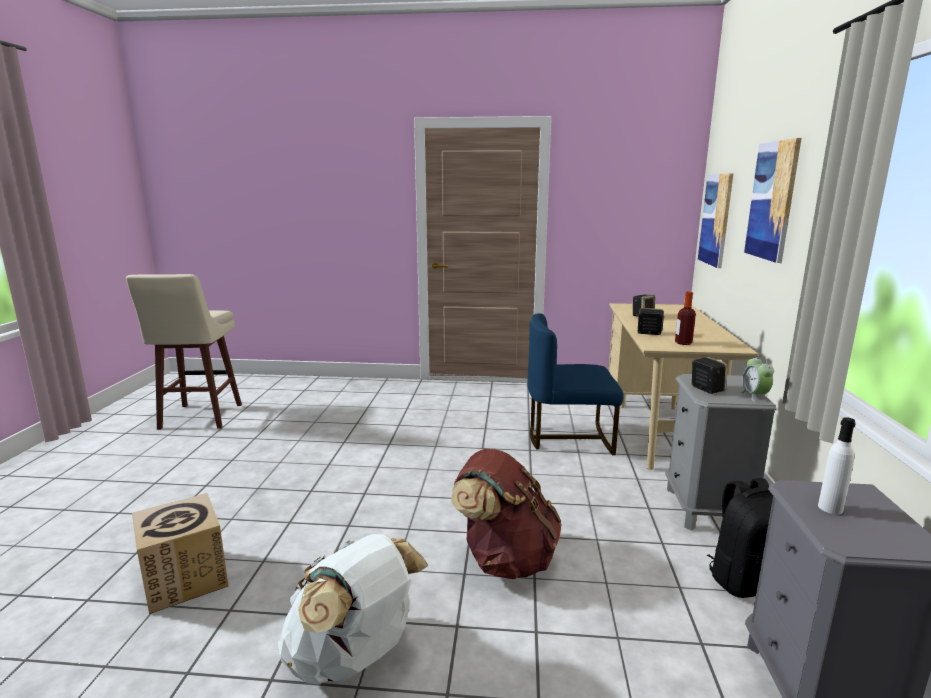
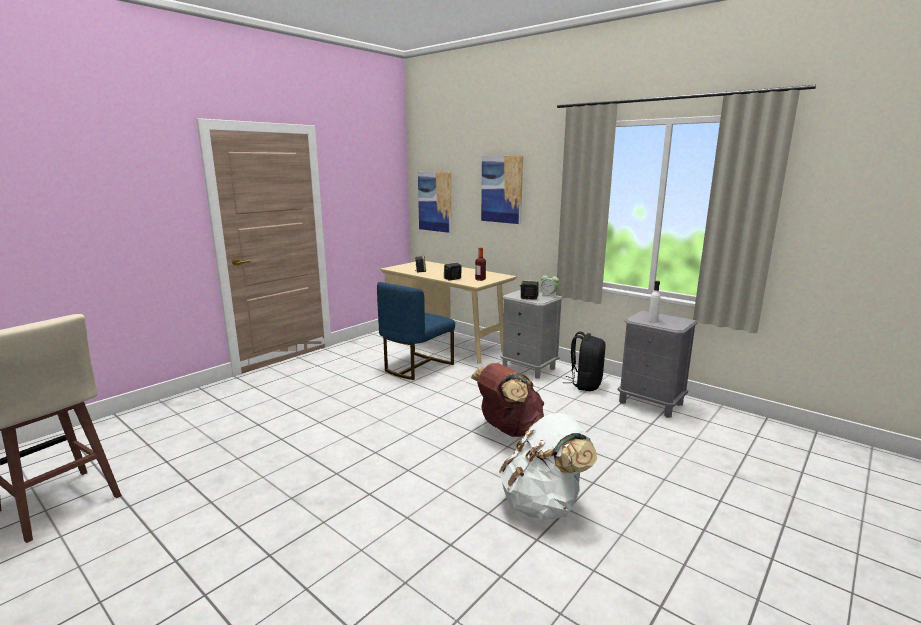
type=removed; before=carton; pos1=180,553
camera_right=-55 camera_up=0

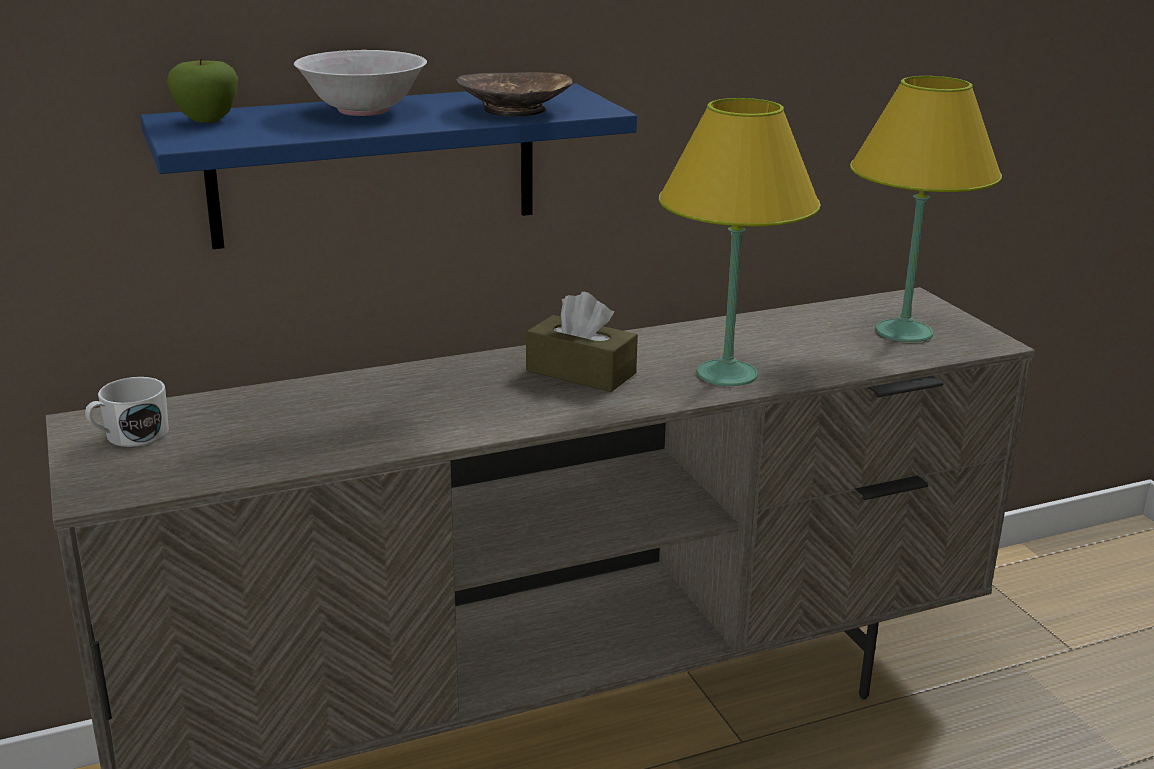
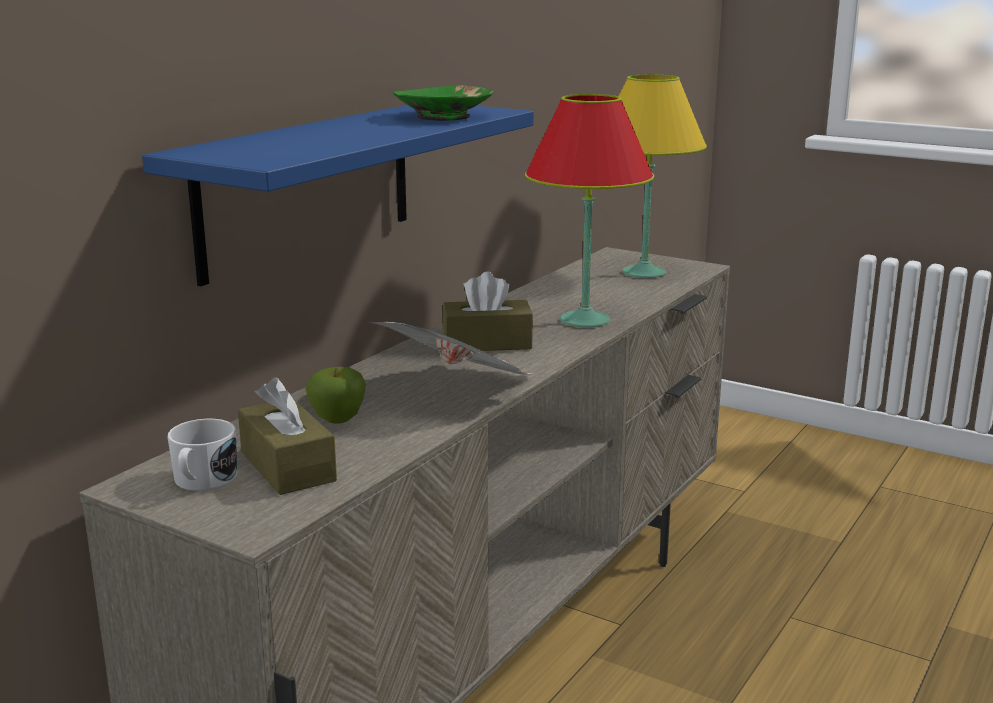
type=removed; before=whitish deep dish; pos1=360,83
type=added; after=brownish tissue box; pos2=287,436
type=added; after=printed paper; pos2=452,348
type=moved; before=apple; pos1=202,90; pos2=335,395
type=recoloured; before=brownish deep dish; after=green-coloured deep dish; pos1=514,94; pos2=443,103
type=recoloured; before=yellow-coloured lamp for a table; after=red-coloured lamp for a table; pos1=740,242; pos2=589,211
camera_right=-35 camera_up=-5

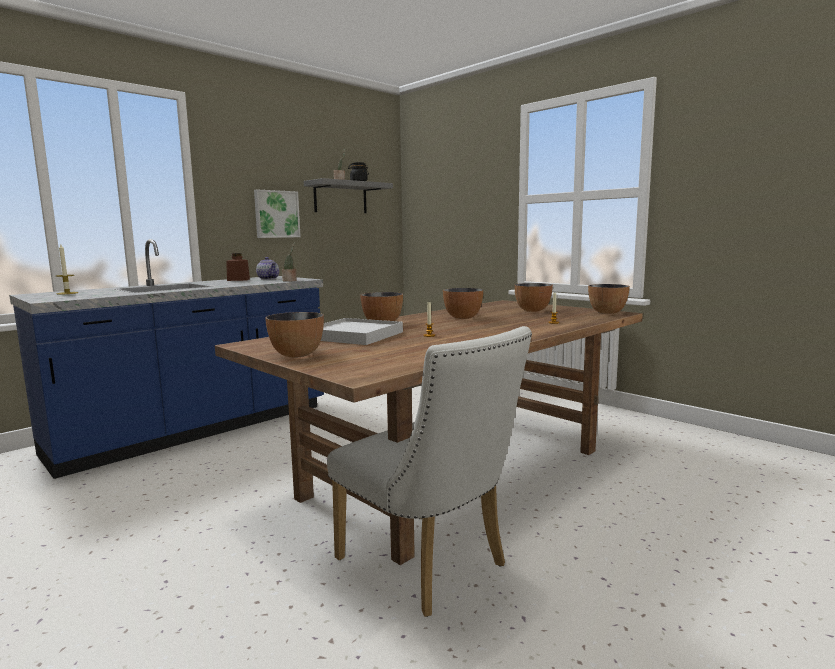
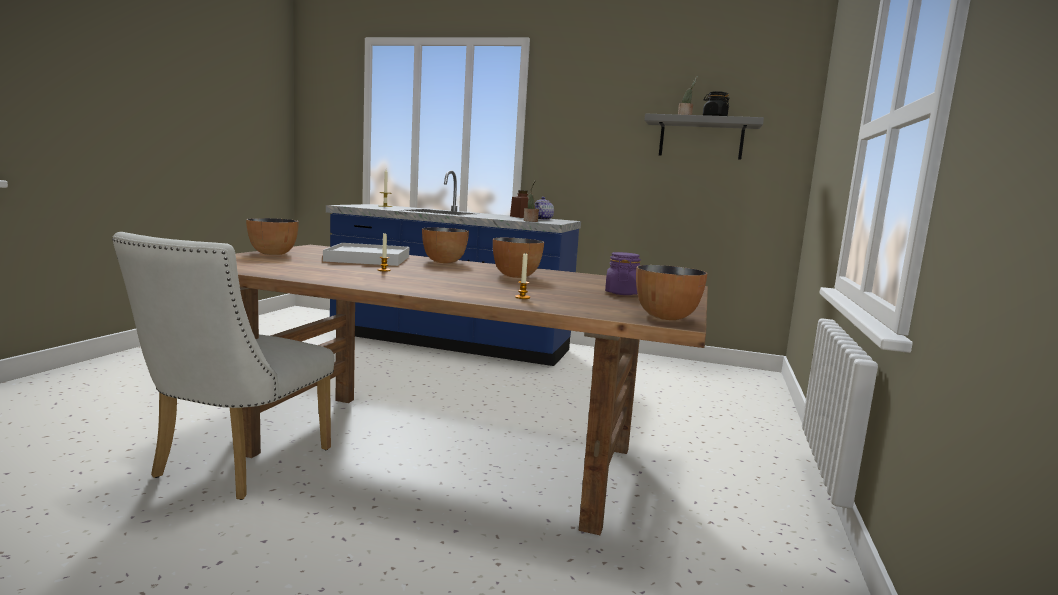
type=removed; before=wall art; pos1=277,214
type=replaced; before=deep dish; after=purple-coloured jar; pos1=533,297; pos2=623,273
camera_right=60 camera_up=0

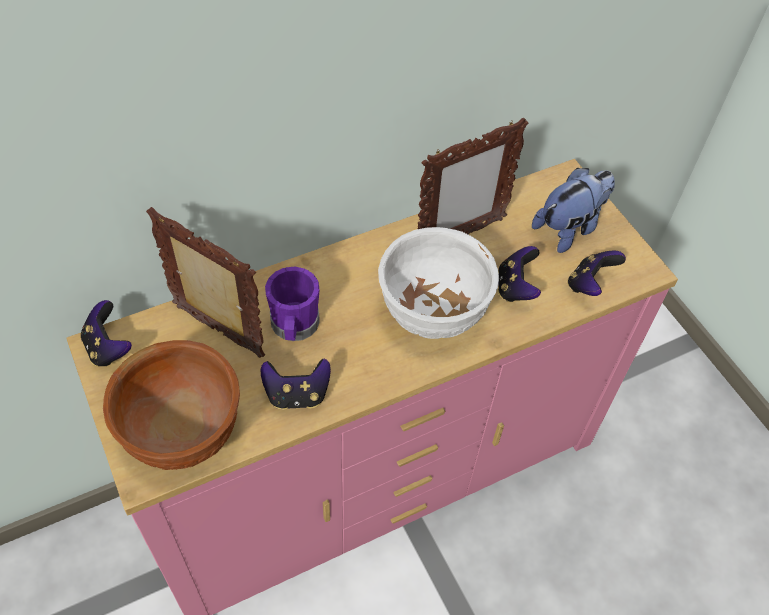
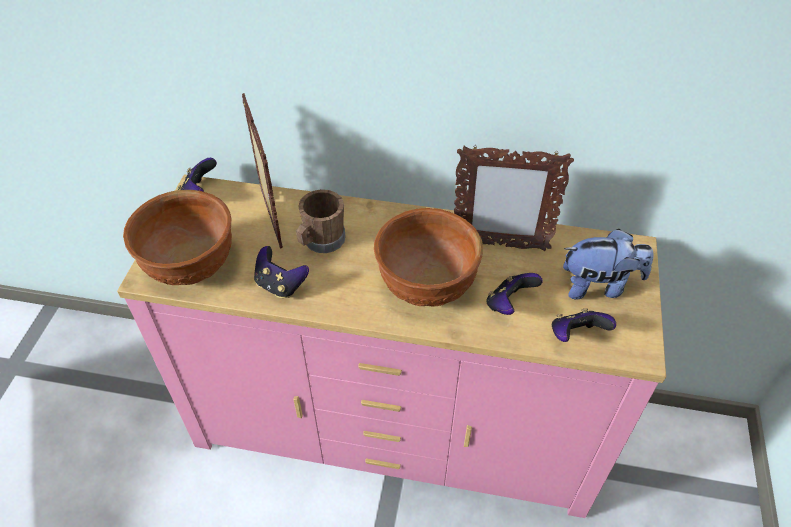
type=recoloured; before=purple-coloured coffee mug; after=brownish coffee mug; pos1=292,304; pos2=320,221
type=recoloured; before=whitish deep dish; after=brownish deep dish; pos1=438,283; pos2=428,257
camera_right=40 camera_up=-5

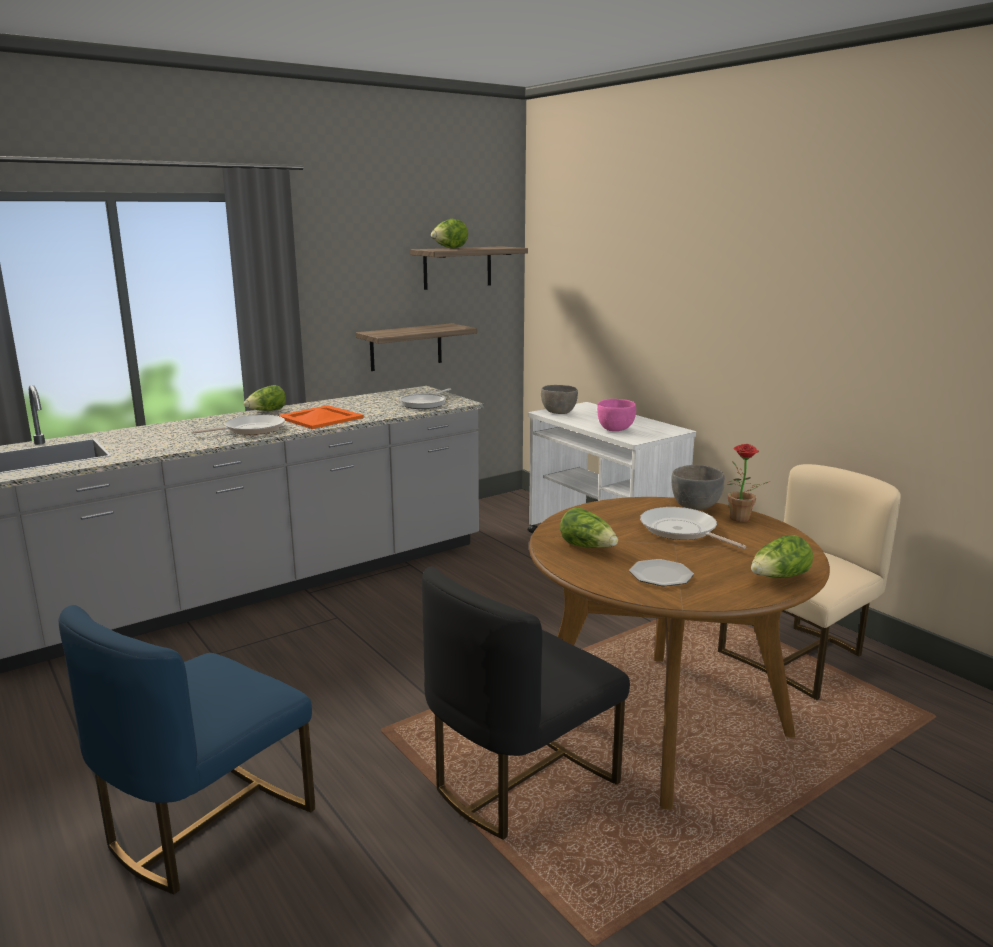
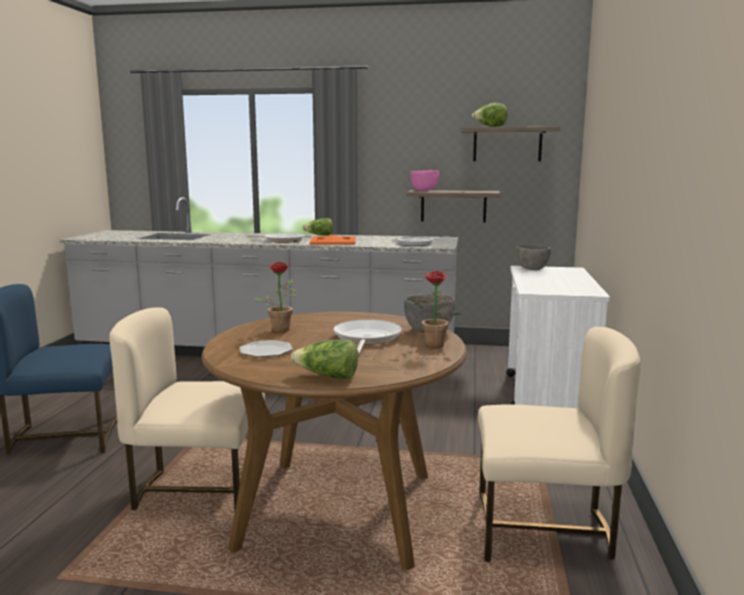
type=moved; before=pink deep dish; pos1=616,415; pos2=425,180
type=replaced; before=lettuce; after=potted plant; pos1=589,527; pos2=275,297
type=recoloured; before=black plain chair; after=beige-coloured plain chair; pos1=526,703; pos2=187,409
camera_right=45 camera_up=-5

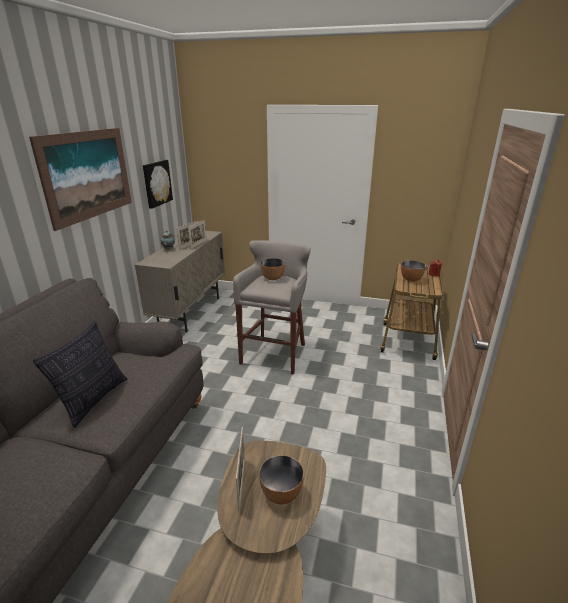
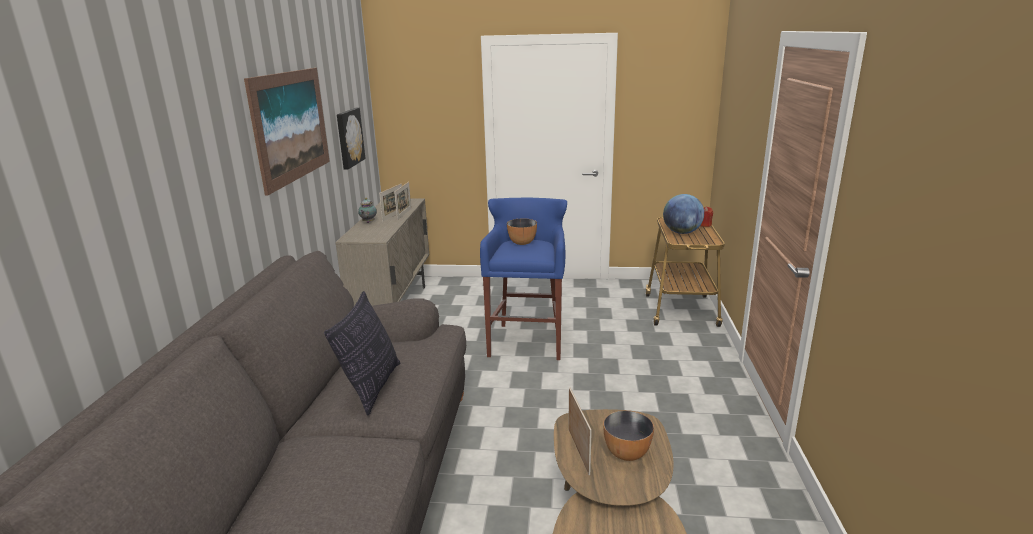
type=replaced; before=deep dish; after=globe; pos1=413,271; pos2=683,214
type=recoloured; before=grey stool; after=blue stool; pos1=272,308; pos2=523,279
camera_right=-10 camera_up=-5

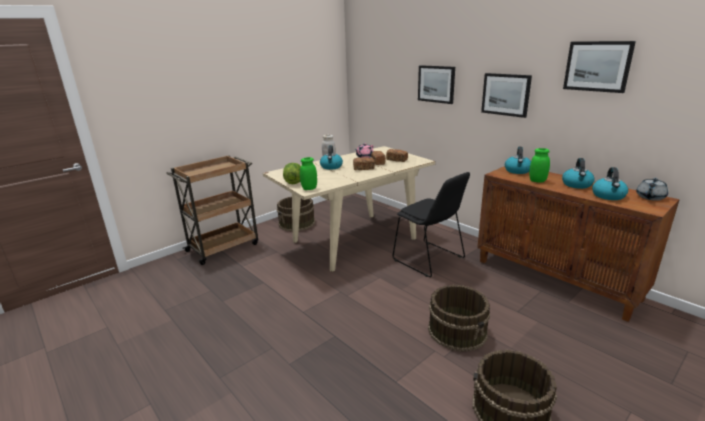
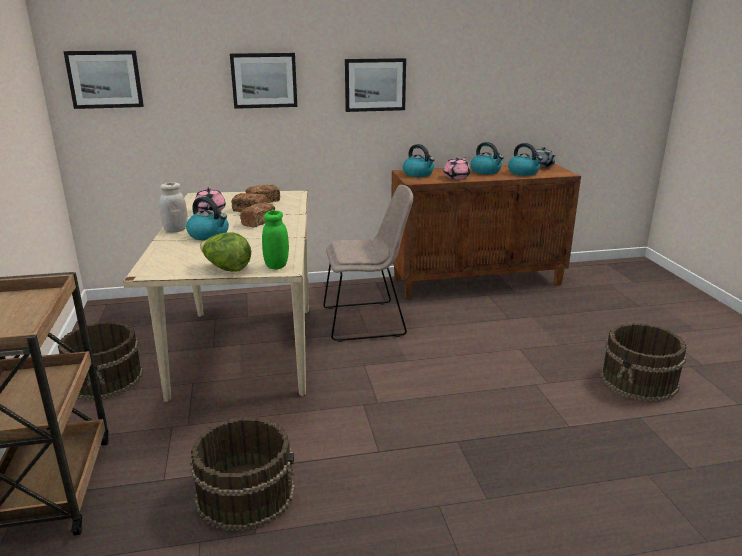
type=moved; before=brownish pail; pos1=459,318; pos2=242,474
type=moved; before=wall art; pos1=599,67; pos2=103,79
type=replaced; before=green-coloured jar; after=pink teapot; pos1=539,165; pos2=457,168
type=recoloured; before=black plain chair; after=beige-coloured plain chair; pos1=431,224; pos2=368,263
camera_right=-60 camera_up=0

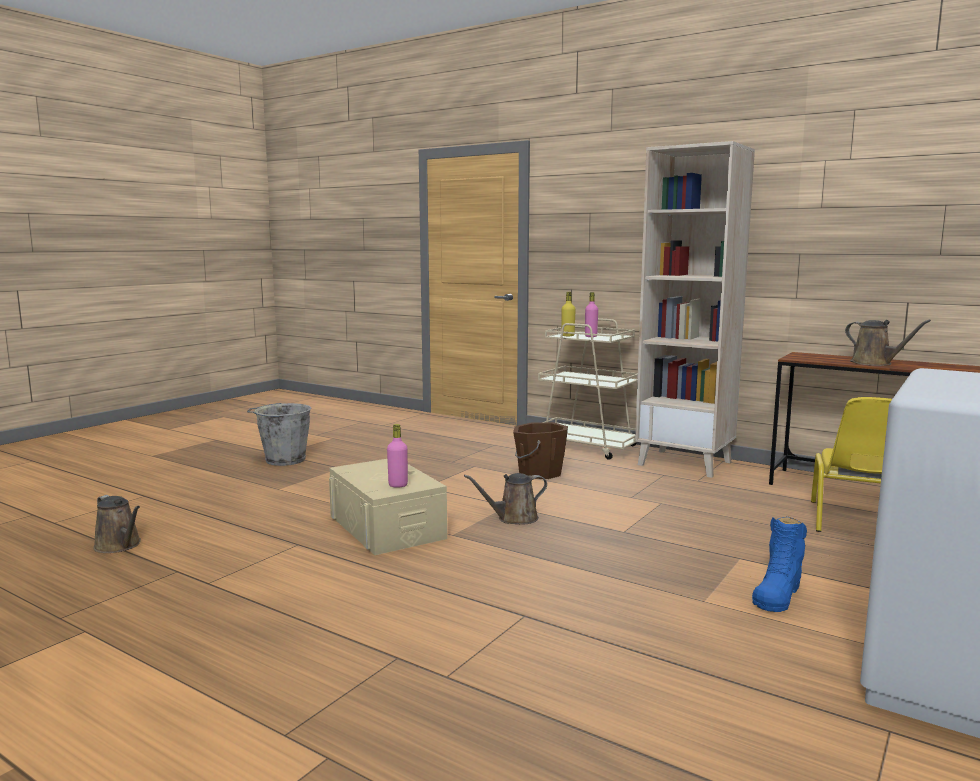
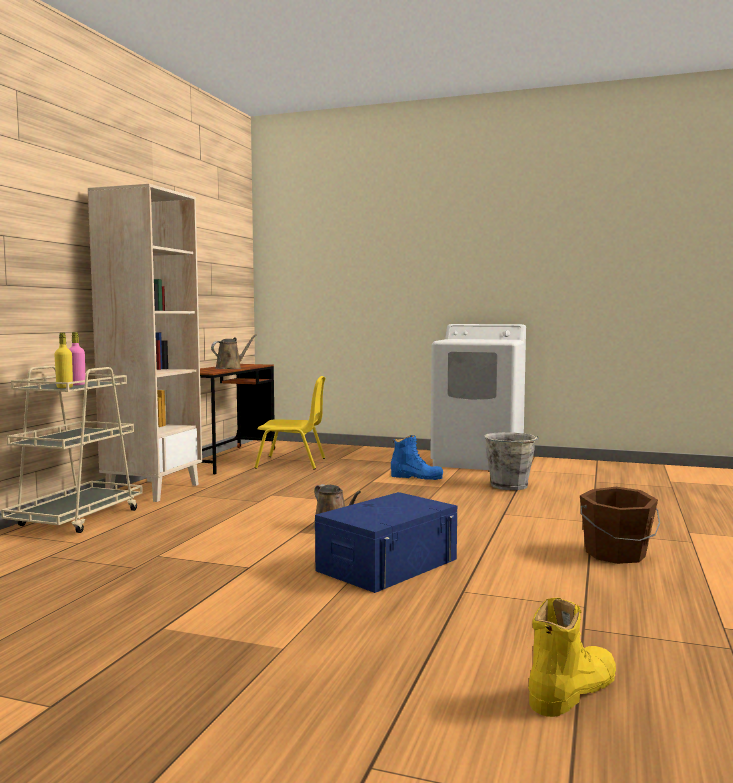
type=removed; before=pink beverage bottle; pos1=397,455
type=moved; before=grey pail; pos1=279,434; pos2=511,461
type=moved; before=brownish pail; pos1=540,450; pos2=620,525
type=replaced; before=brownish sprinkling can; after=yellow-coloured tall boot; pos1=117,524; pos2=572,657
type=recoloured; before=beige-coloured storage container; after=blue storage container; pos1=388,507; pos2=386,542
camera_right=-105 camera_up=-5

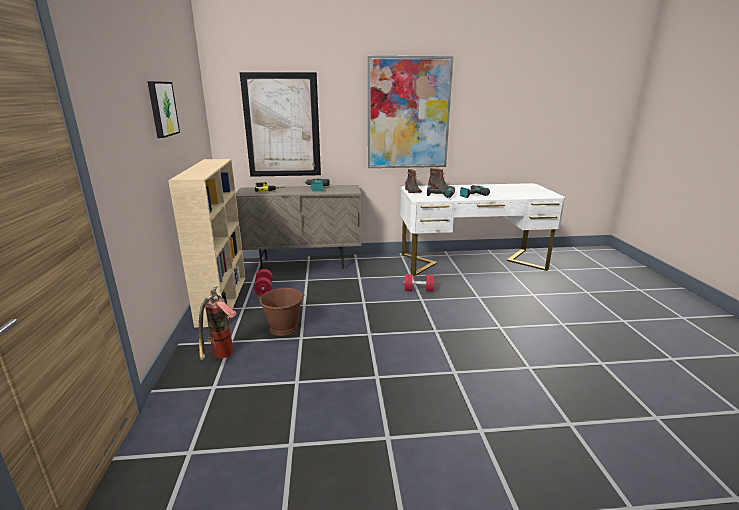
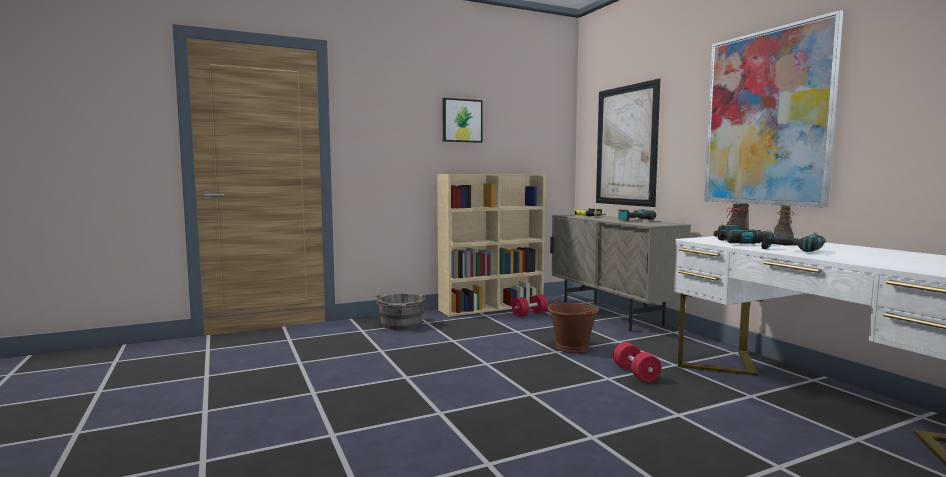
type=moved; before=brownish pail; pos1=281,312; pos2=573,326
type=replaced; before=fire extinguisher; after=grey pail; pos1=217,323; pos2=401,311
camera_right=70 camera_up=-15

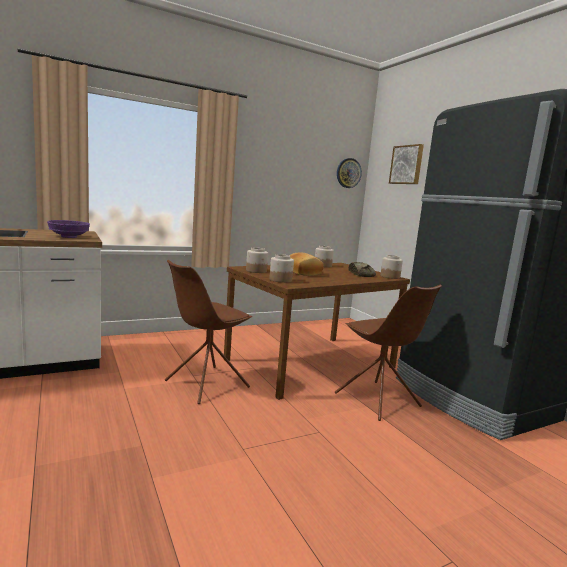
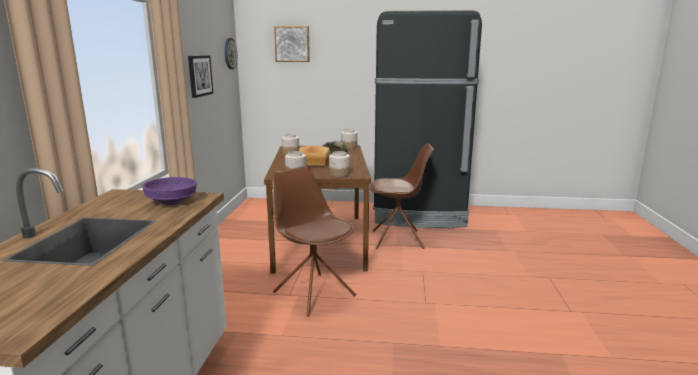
type=added; after=wall art; pos2=200,77
type=turned; before=brownish plain chair; pos1=209,332; pos2=314,241; turn=150
camera_right=-55 camera_up=5

